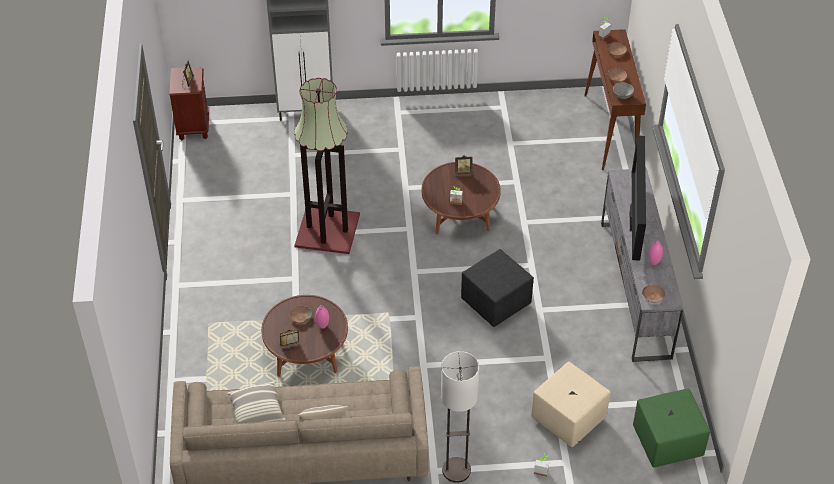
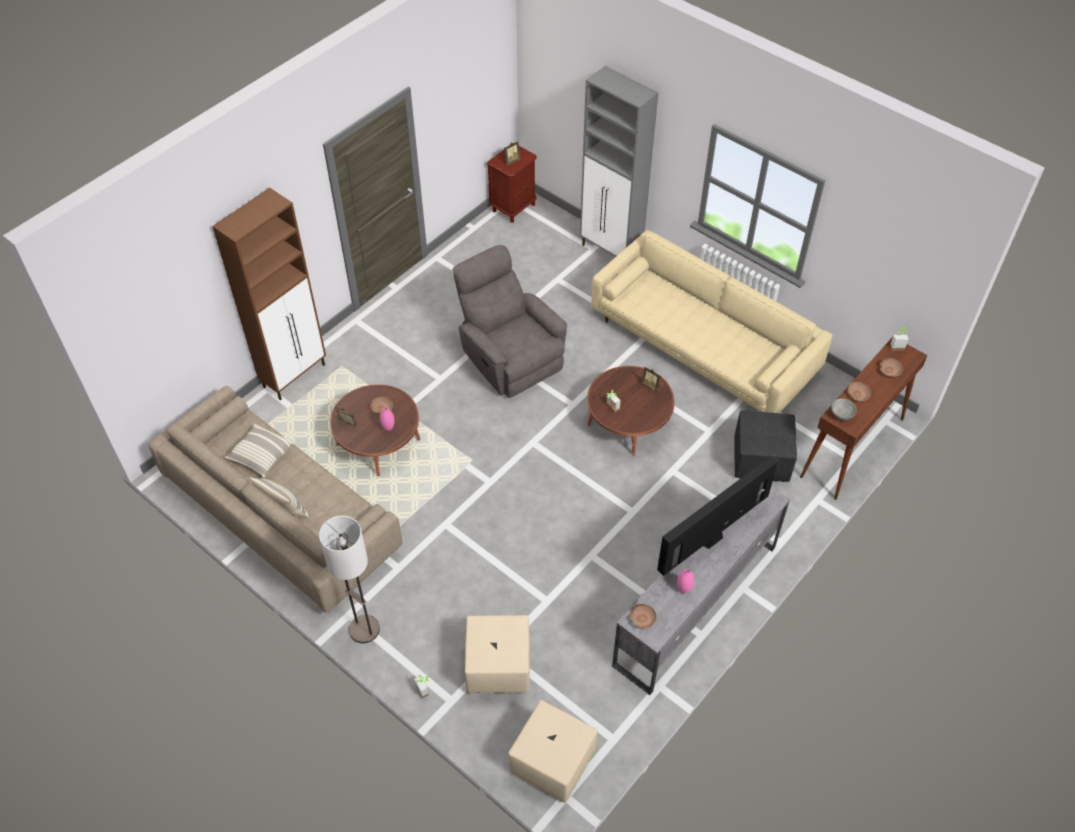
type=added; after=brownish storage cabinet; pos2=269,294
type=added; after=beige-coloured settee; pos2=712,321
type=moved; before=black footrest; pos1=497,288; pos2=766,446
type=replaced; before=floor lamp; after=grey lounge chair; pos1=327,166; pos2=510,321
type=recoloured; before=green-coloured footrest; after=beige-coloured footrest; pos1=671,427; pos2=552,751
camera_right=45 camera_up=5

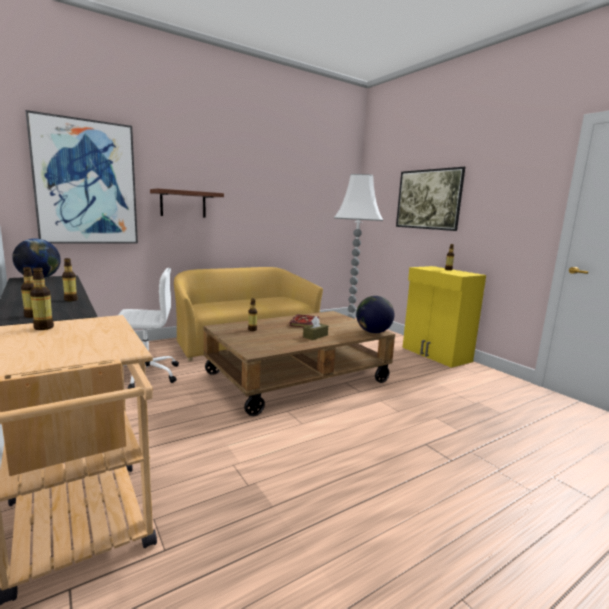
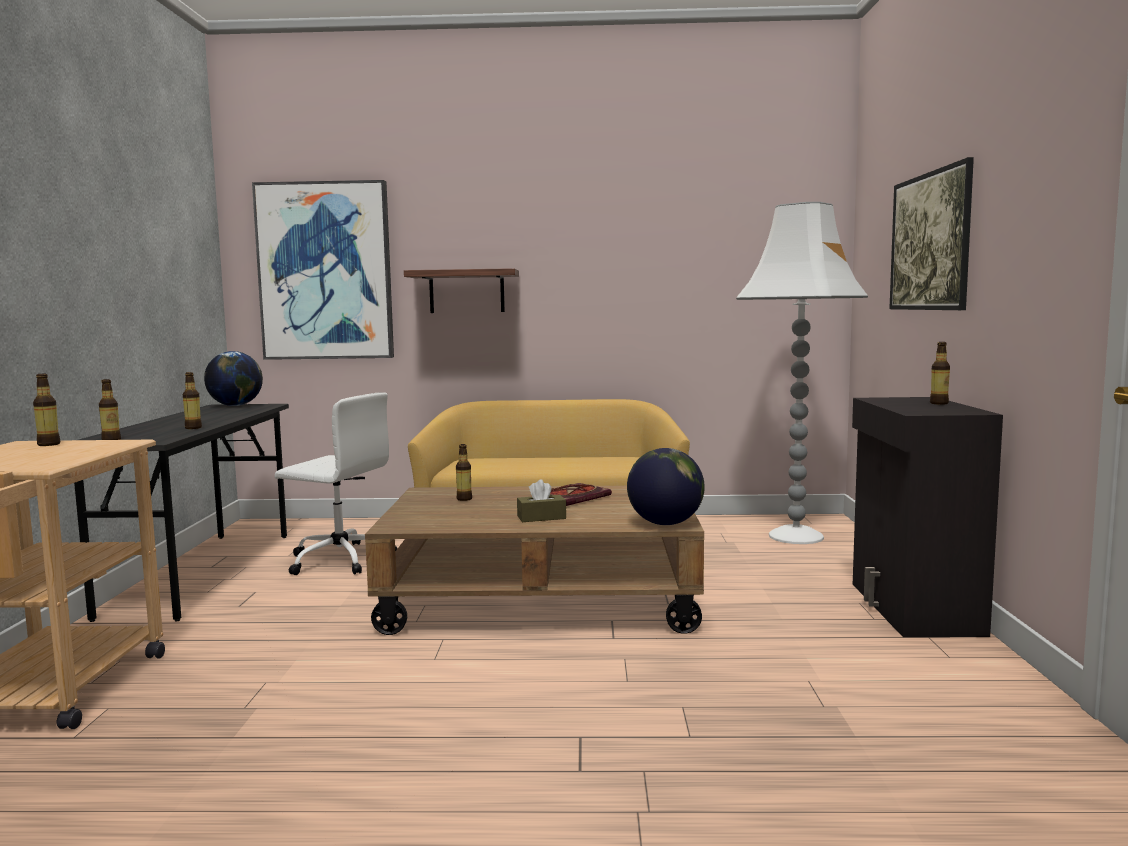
type=recoloured; before=yellow-coloured storage cabinet; after=black storage cabinet; pos1=444,317; pos2=927,517
camera_right=35 camera_up=-5

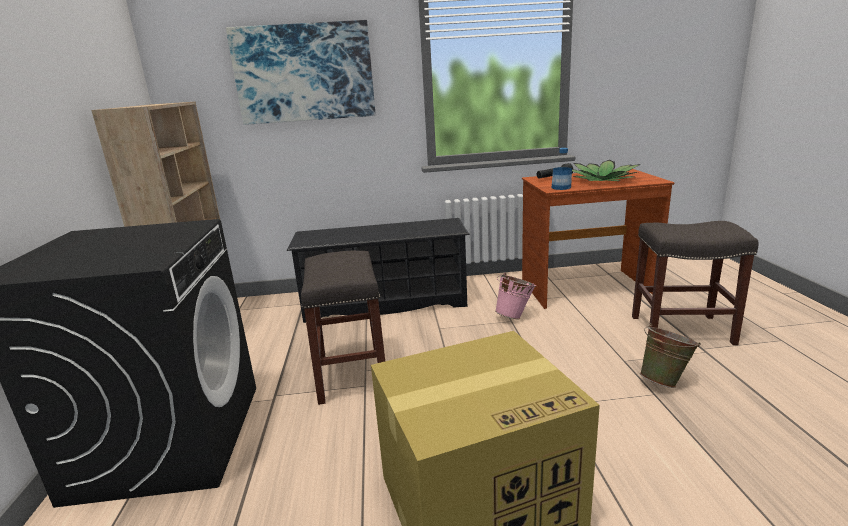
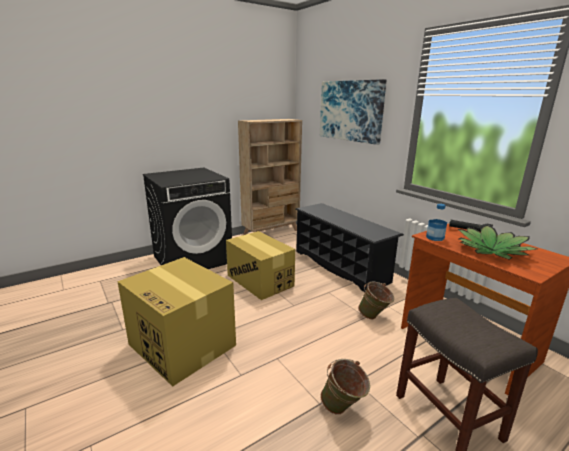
type=replaced; before=grey stool; after=carton; pos1=343,328; pos2=260,265
type=recoloured; before=pink pail; after=green-coloured pail; pos1=515,296; pos2=376,300
camera_right=60 camera_up=0

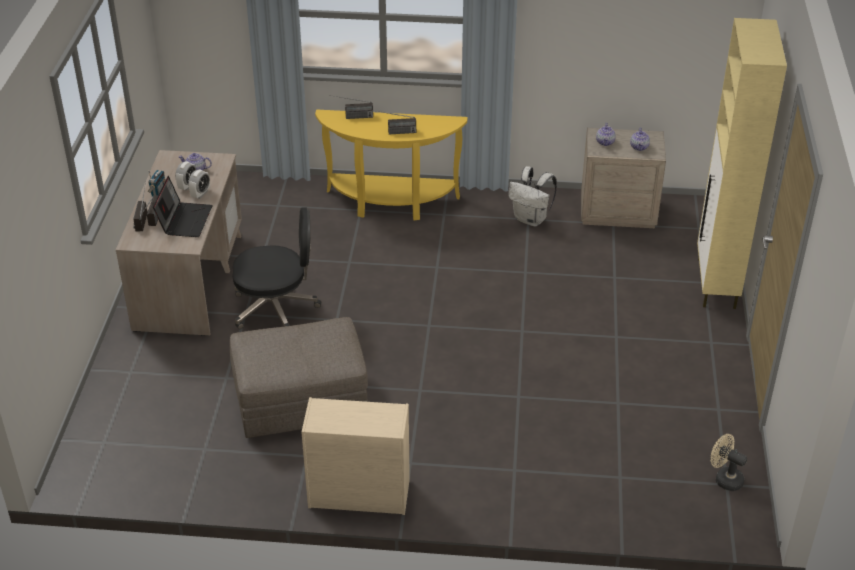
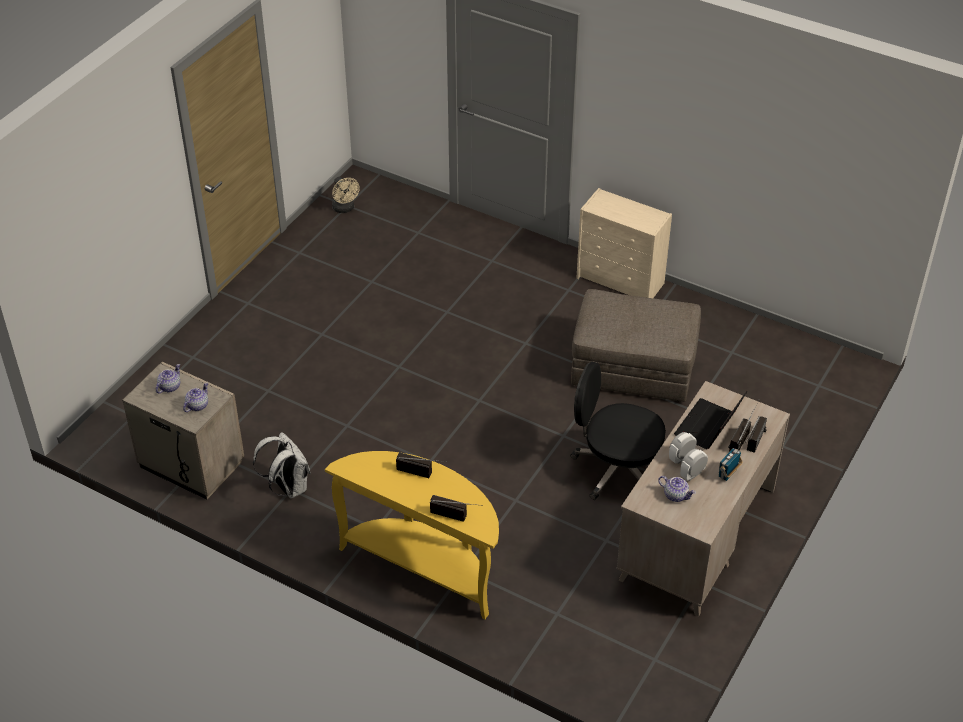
type=removed; before=beige-coloured storage cabinet; pos1=742,163
camera_right=-155 camera_up=5

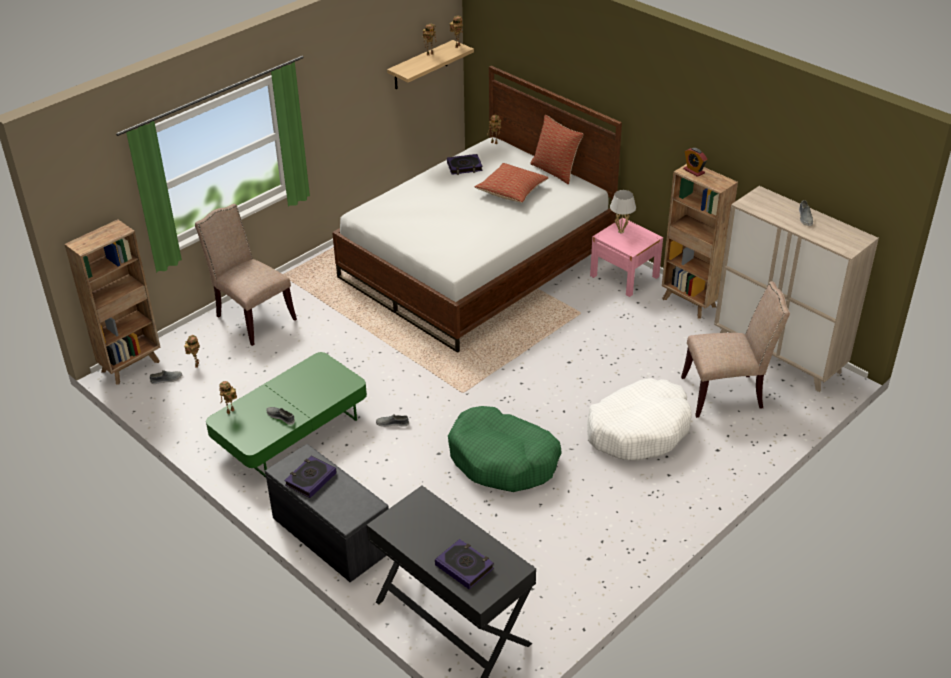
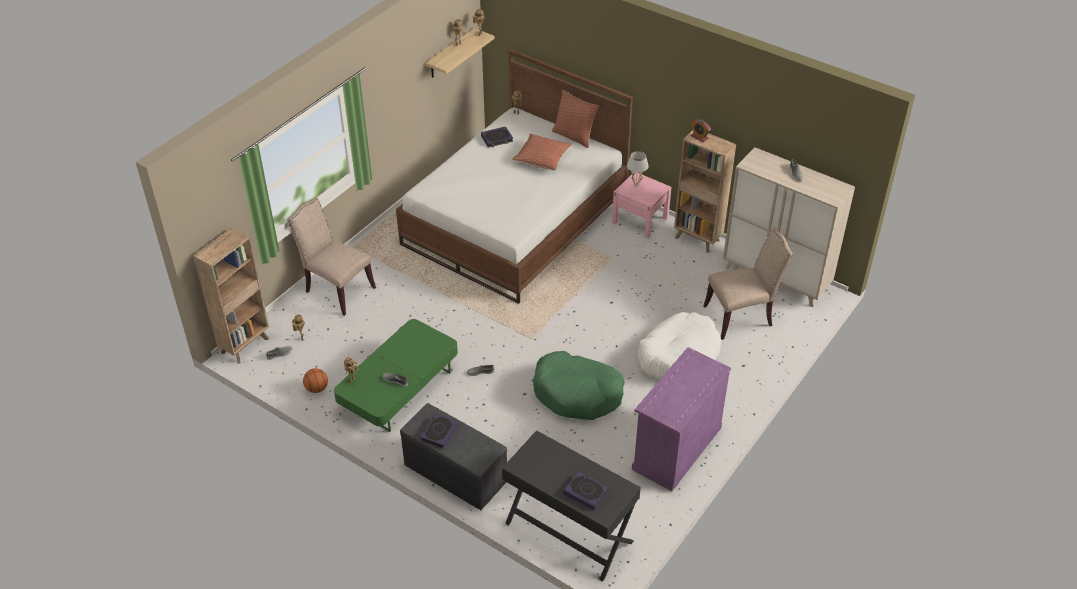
type=added; after=basketball ball; pos2=315,380
type=added; after=purple-coloured storage cabinet; pos2=681,419
camera_right=-10 camera_up=5

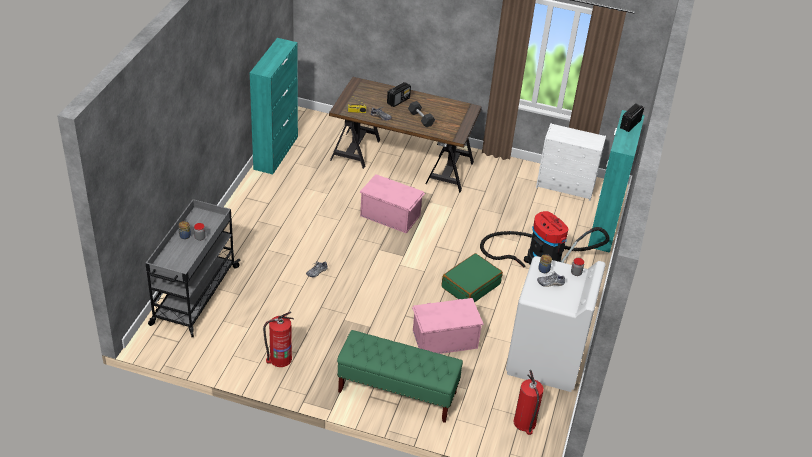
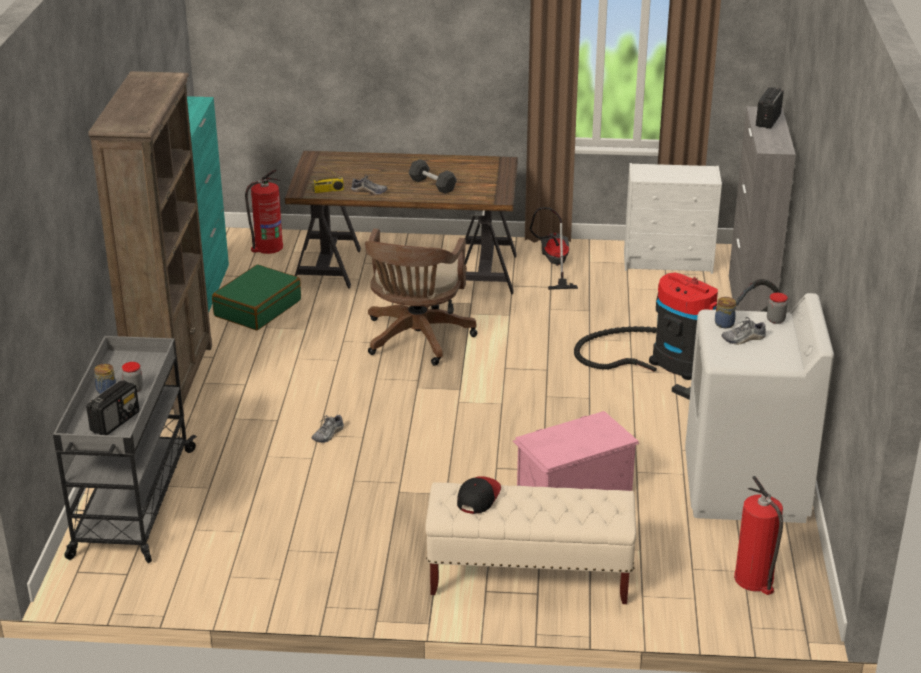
type=added; after=brownish bookshelf; pos2=150,245
type=added; after=baseball cap; pos2=479,495
type=added; after=hoover; pos2=554,248
type=moved; before=fire extinguisher; pos1=278,339; pos2=264,211
type=moved; before=radio set; pos1=399,94; pos2=112,407
type=moved; before=green-coloured suitcase; pos1=472,278; pos2=256,297
type=replaced; before=pink storage container; after=brownish desk chair; pos1=392,204; pos2=421,297
type=recoloured; before=green-coloured indoor bench; after=beige-coloured indoor bench; pos1=400,376; pos2=530,543
type=recoloured; before=turquoise storage cabinet; after=grey storage cabinet; pos1=616,181; pos2=762,208
camera_right=-10 camera_up=-10

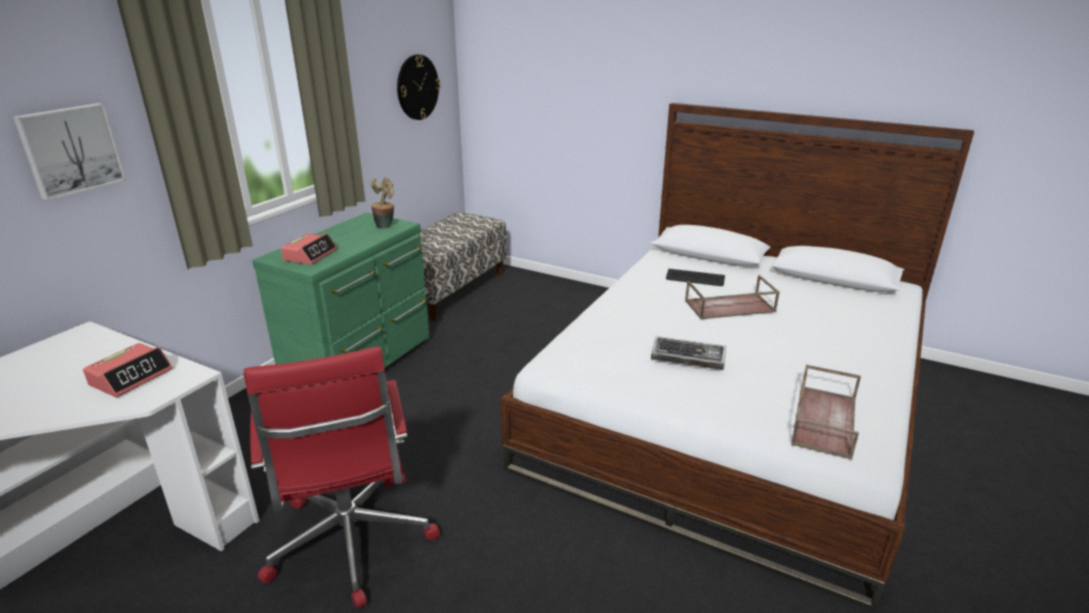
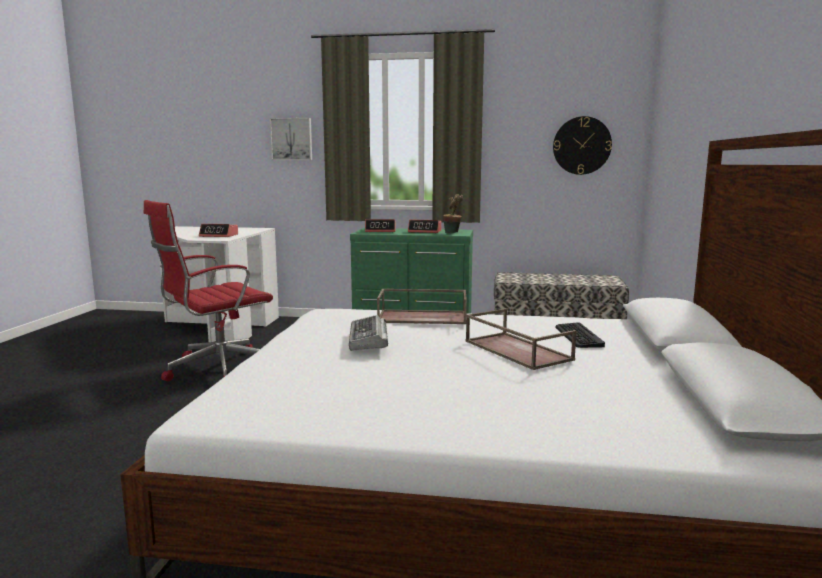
type=added; after=table clock; pos2=425,226
type=moved; before=brownish tray; pos1=826,412; pos2=422,306
camera_right=70 camera_up=-15

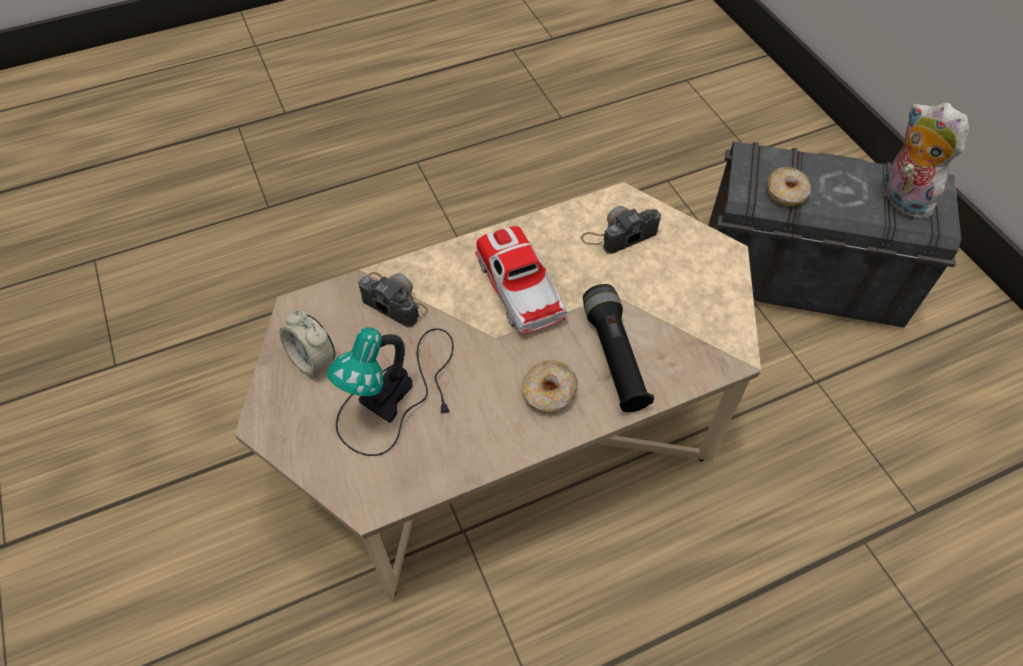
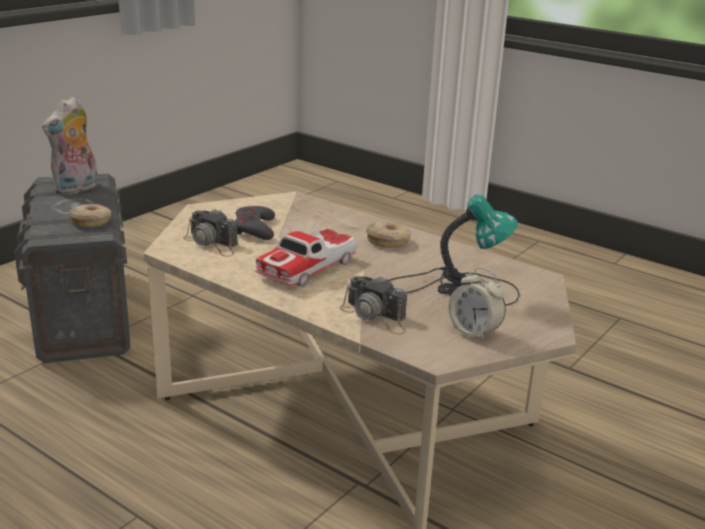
type=removed; before=black torch; pos1=618,348
type=added; after=grey gamepad; pos2=255,223
type=turned; before=table clock; pos1=307,343; pos2=477,304; turn=120
type=turned; before=photo camera; pos1=393,299; pos2=373,305; turn=-60
camera_right=-120 camera_up=-30

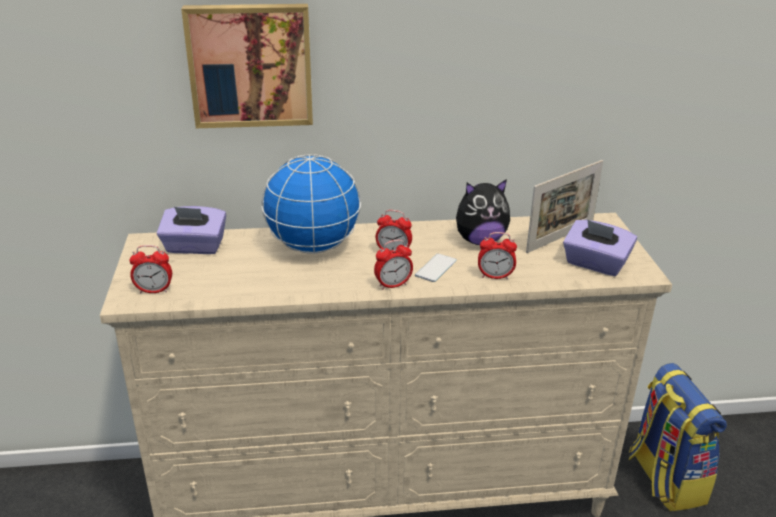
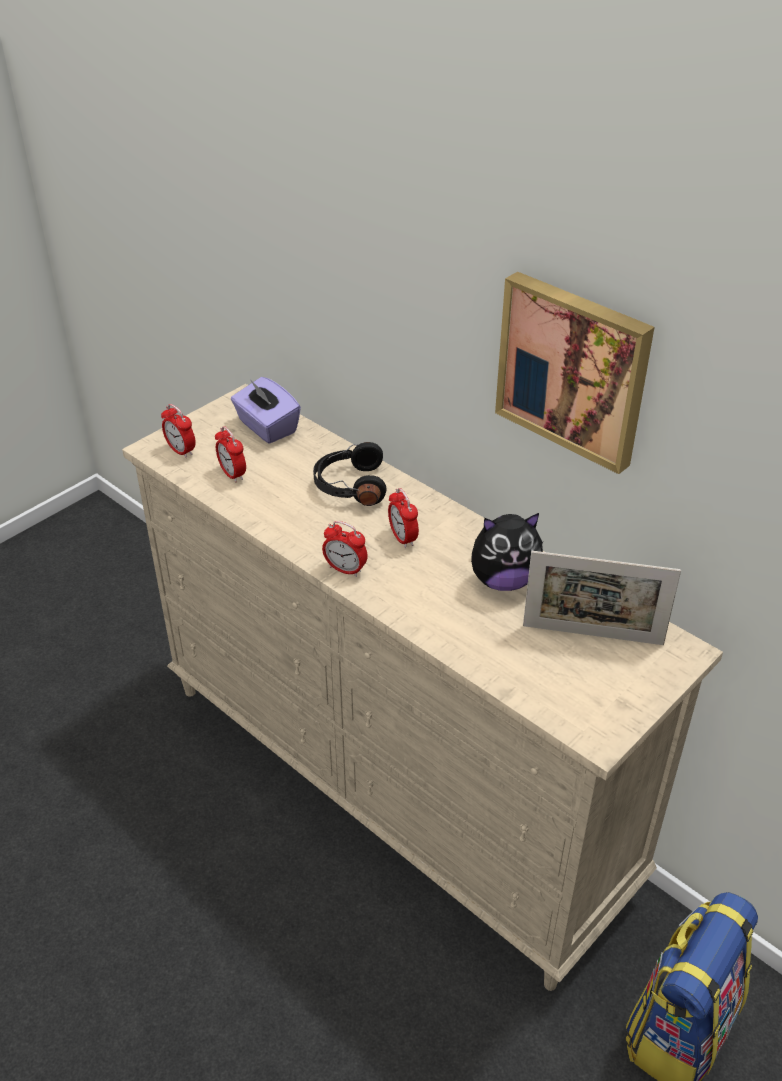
type=removed; before=phone; pos1=436,268
type=removed; before=purple-coloured tissue box; pos1=600,248
type=moved; before=wall art; pos1=247,66; pos2=575,373
type=moved; before=table clock; pos1=497,255; pos2=230,454
type=replaced; before=globe; after=black headset; pos1=311,204; pos2=349,474
type=turned; before=cuddly toy; pos1=483,212; pos2=507,552; turn=-45
camera_right=50 camera_up=10

